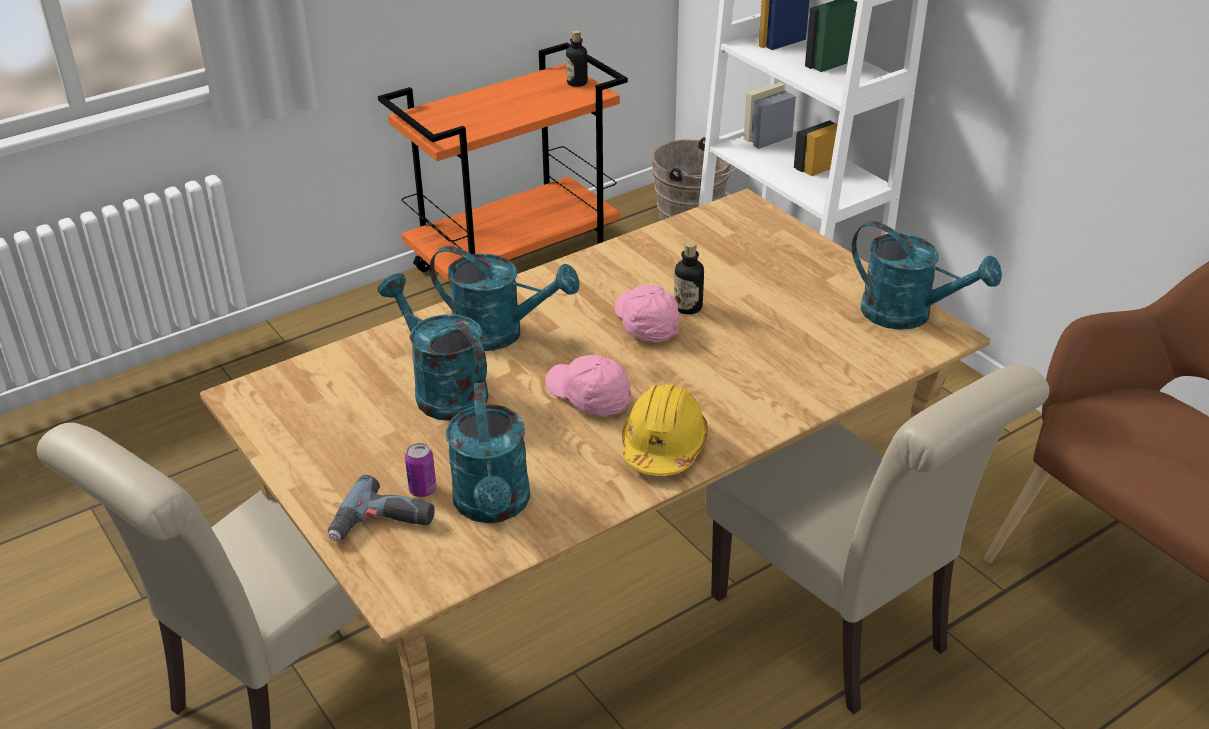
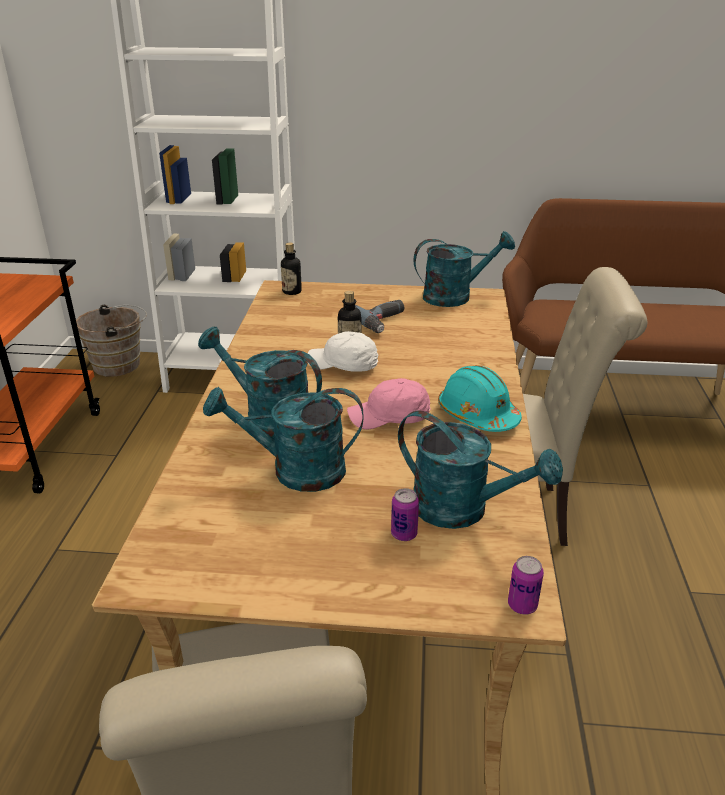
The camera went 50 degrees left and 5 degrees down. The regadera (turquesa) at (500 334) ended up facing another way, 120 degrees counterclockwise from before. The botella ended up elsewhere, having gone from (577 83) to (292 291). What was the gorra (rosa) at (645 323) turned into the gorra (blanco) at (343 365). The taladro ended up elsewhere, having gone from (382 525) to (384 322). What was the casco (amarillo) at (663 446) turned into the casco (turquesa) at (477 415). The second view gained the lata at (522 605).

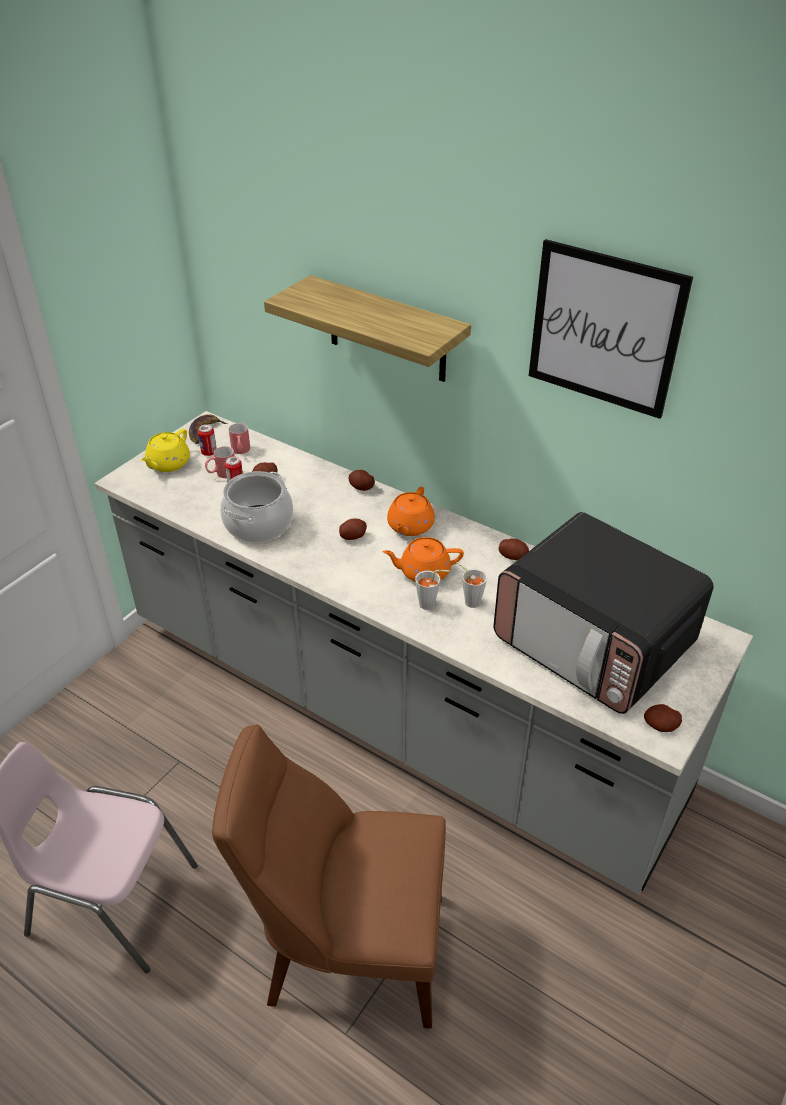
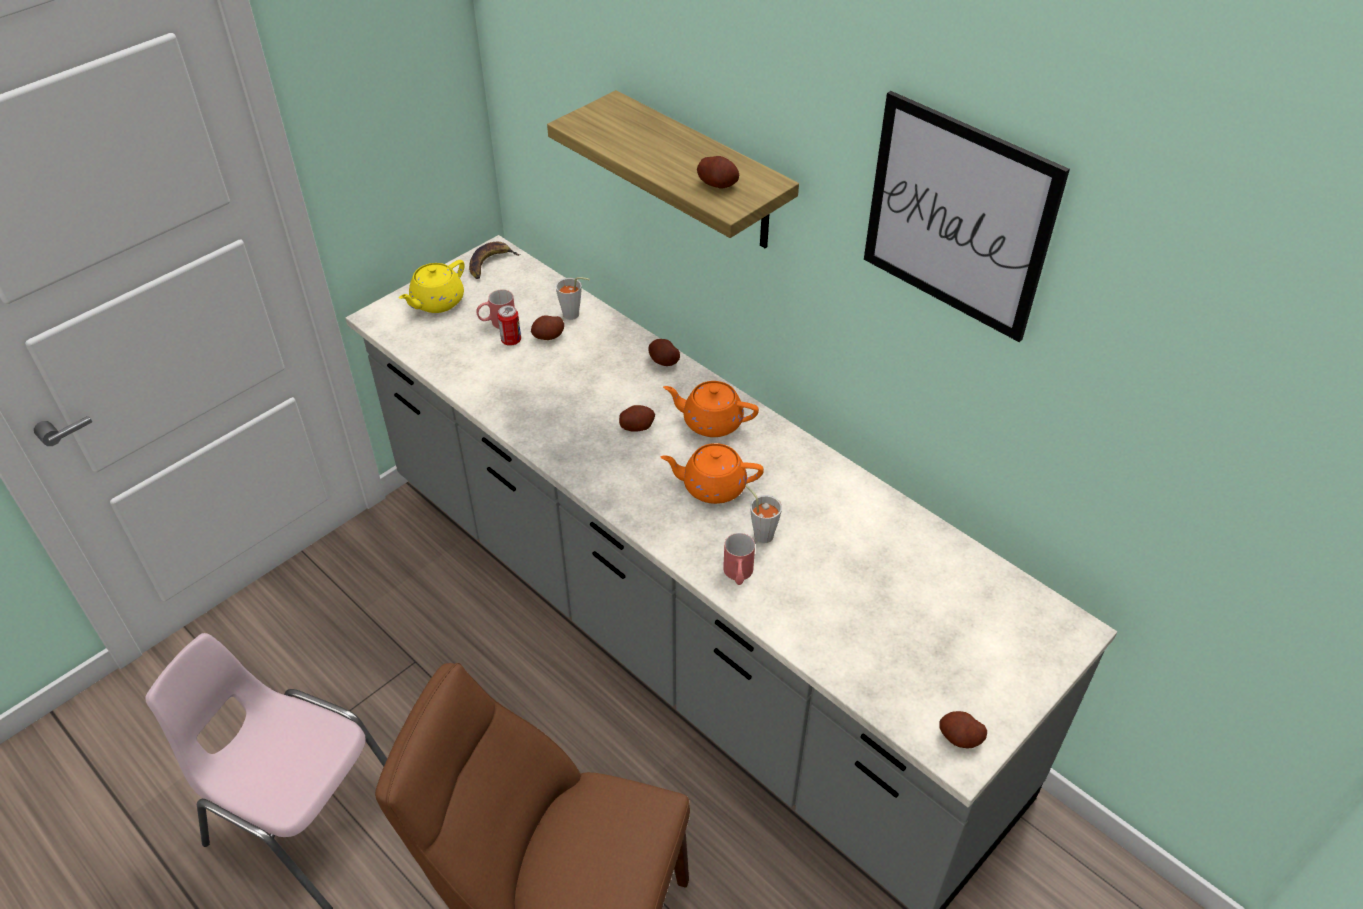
The camera went 10 degrees right and 5 degrees up. The taza (gris) ended up elsewhere, having gone from (430 604) to (574 315). The tetera (naranja) at (410 526) ended up facing another way, 75 degrees clockwise from before. The patata ended up elsewhere, having gone from (512 556) to (718 184). The taza grande (rojo) ended up elsewhere, having gone from (241 451) to (738 575). The second view lost the lata at (209 452). The second view lost the olla at (259 524). The second view lost the microondas at (594 644).

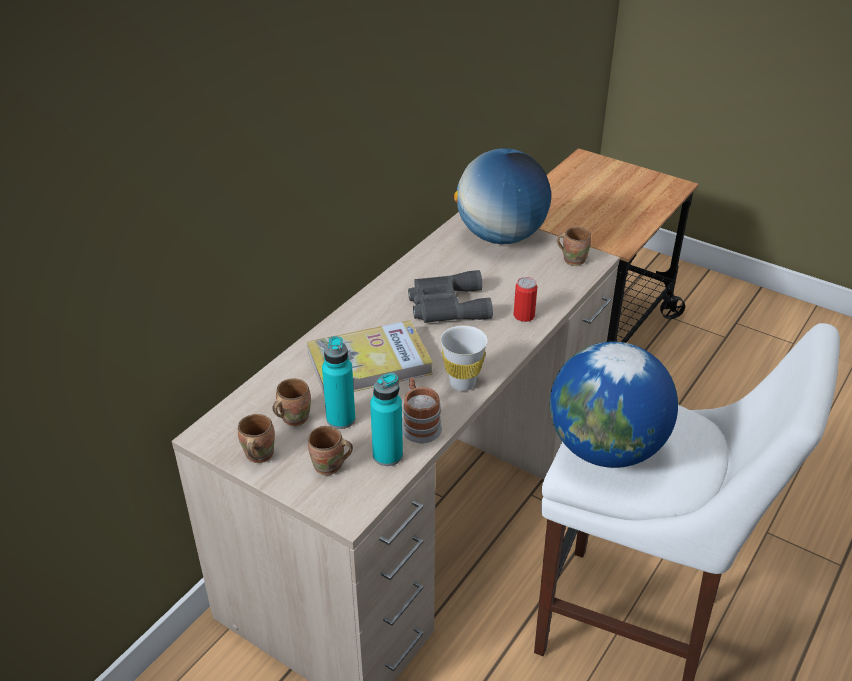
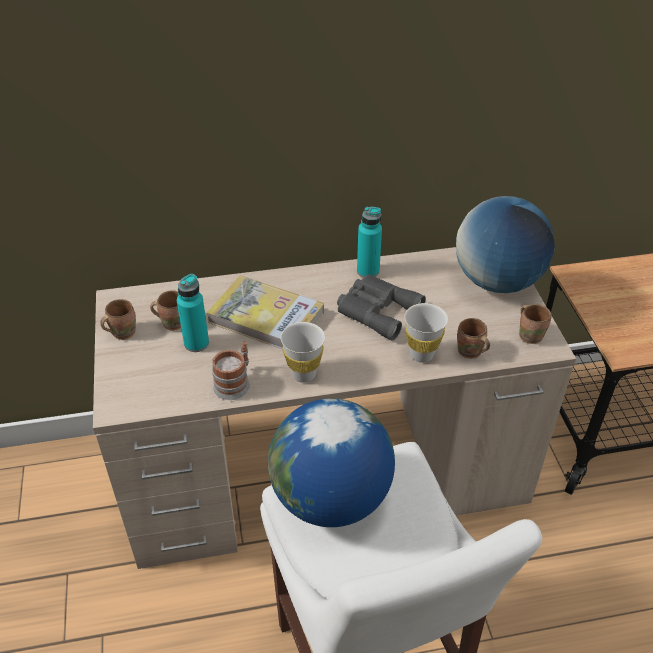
The camera went 45 degrees right and 5 degrees up. The botella (turquesa) ended up elsewhere, having gone from (387 455) to (368 271). Where the lata stood at (524 316), the taza (blanco) came to stand at (421 355). The taza grande (marrón) ended up elsewhere, having gone from (330 467) to (469 353).

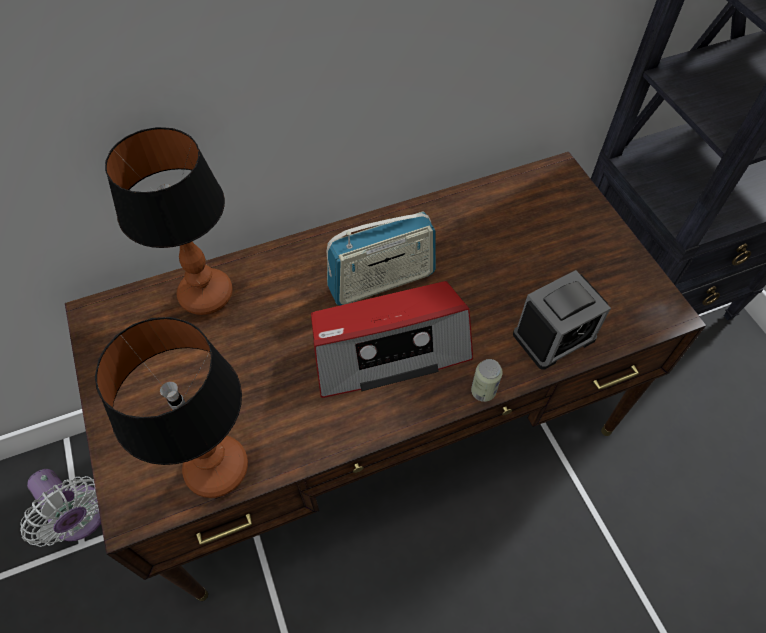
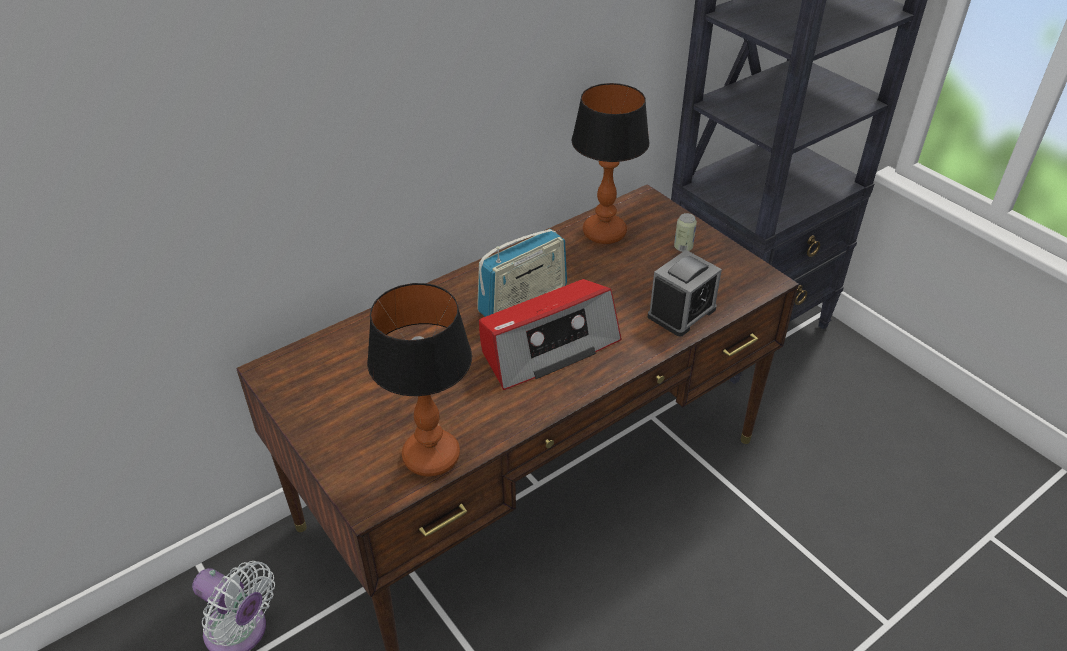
The camera went 15 degrees left and 15 degrees down. The lámpara de mesa ended up elsewhere, having gone from (205 295) to (603 233). The lata ended up elsewhere, having gone from (483 391) to (683 247).

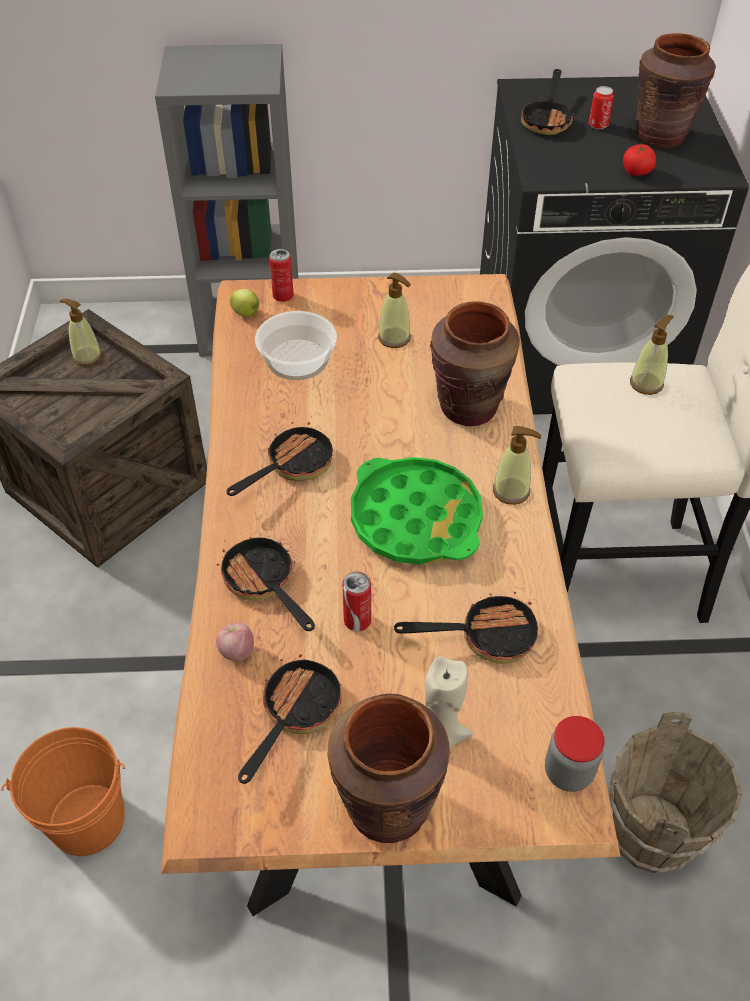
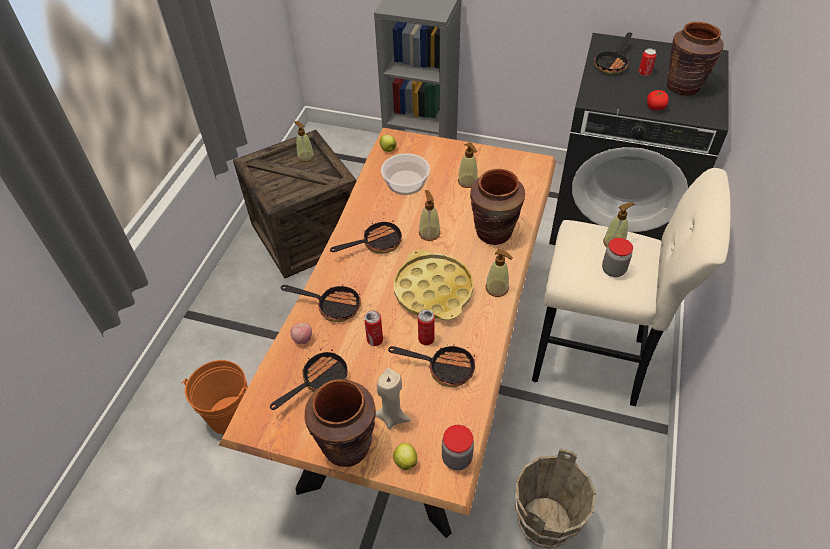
The camera went 20 degrees right and 0 degrees up. The sartén at (264 584) ended up facing another way, 120 degrees clockwise from before. The second view gained the manzana at (405 461). What was the bandeja (verde) at (415 518) turned into the bandeja (amarillo) at (433 290). The lata ended up elsewhere, having gone from (283 296) to (426 339). The second view gained the dispensador de jabón at (429 233). The second view gained the tarro at (613 270).

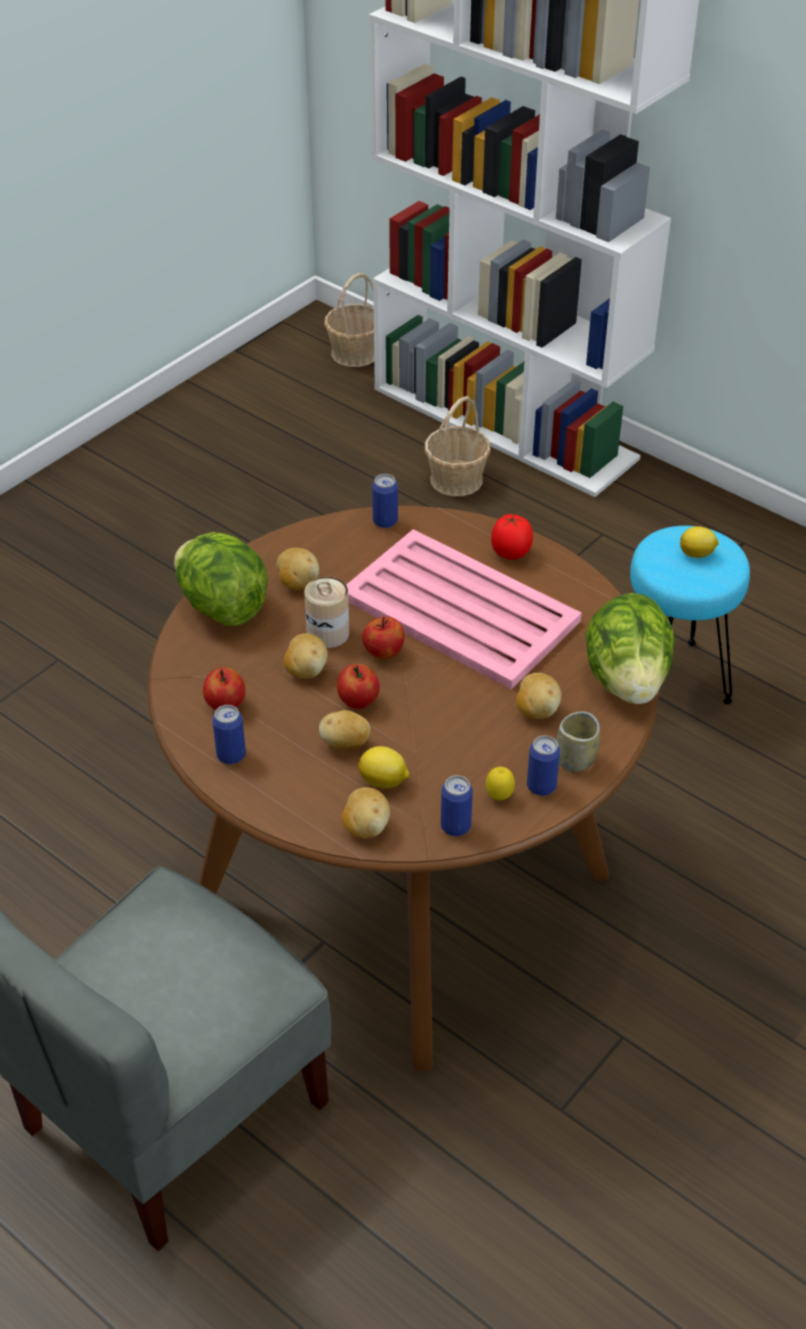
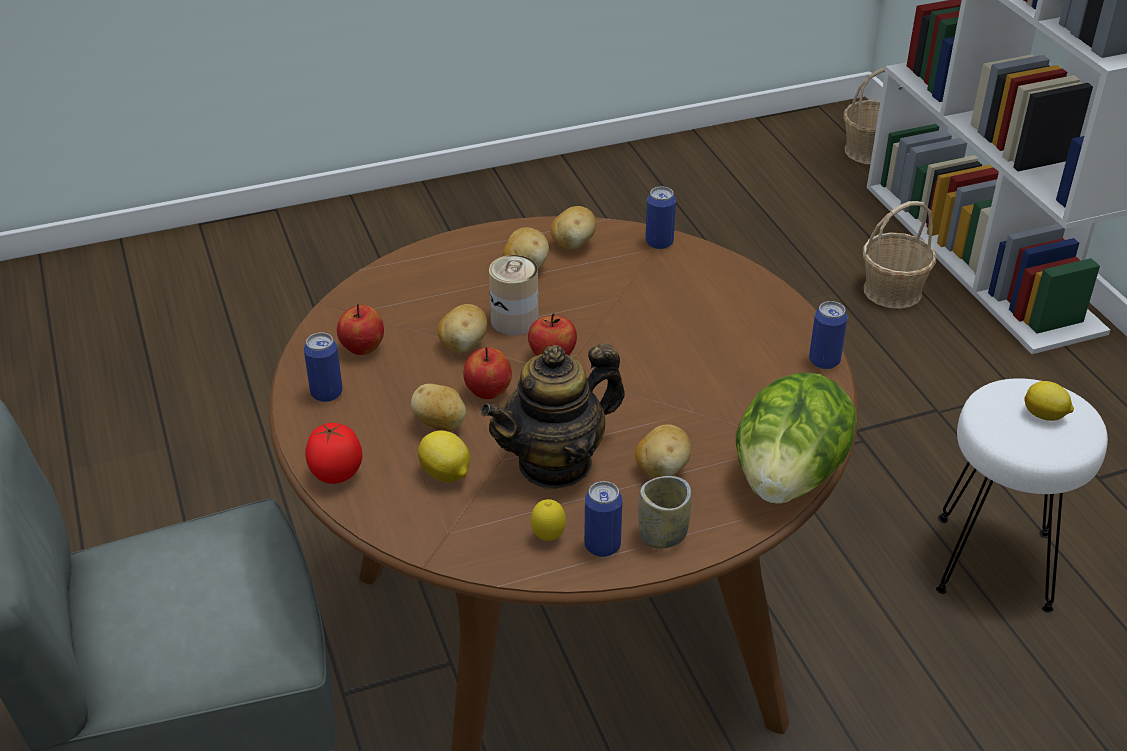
The camera went 30 degrees right and 5 degrees down. The tomate ended up elsewhere, having gone from (511 554) to (336 475). The second view gained the tetera at (555 463). The patata ended up elsewhere, having gone from (365 827) to (573 244). The lata ended up elsewhere, having gone from (455 826) to (824 361). What was the taburete (turquesa) at (672 681) turned into the taburete (blanco) at (996 563). The second view lost the lechuga at (221 606). The second view lost the bandeja (rosa) at (458 608).

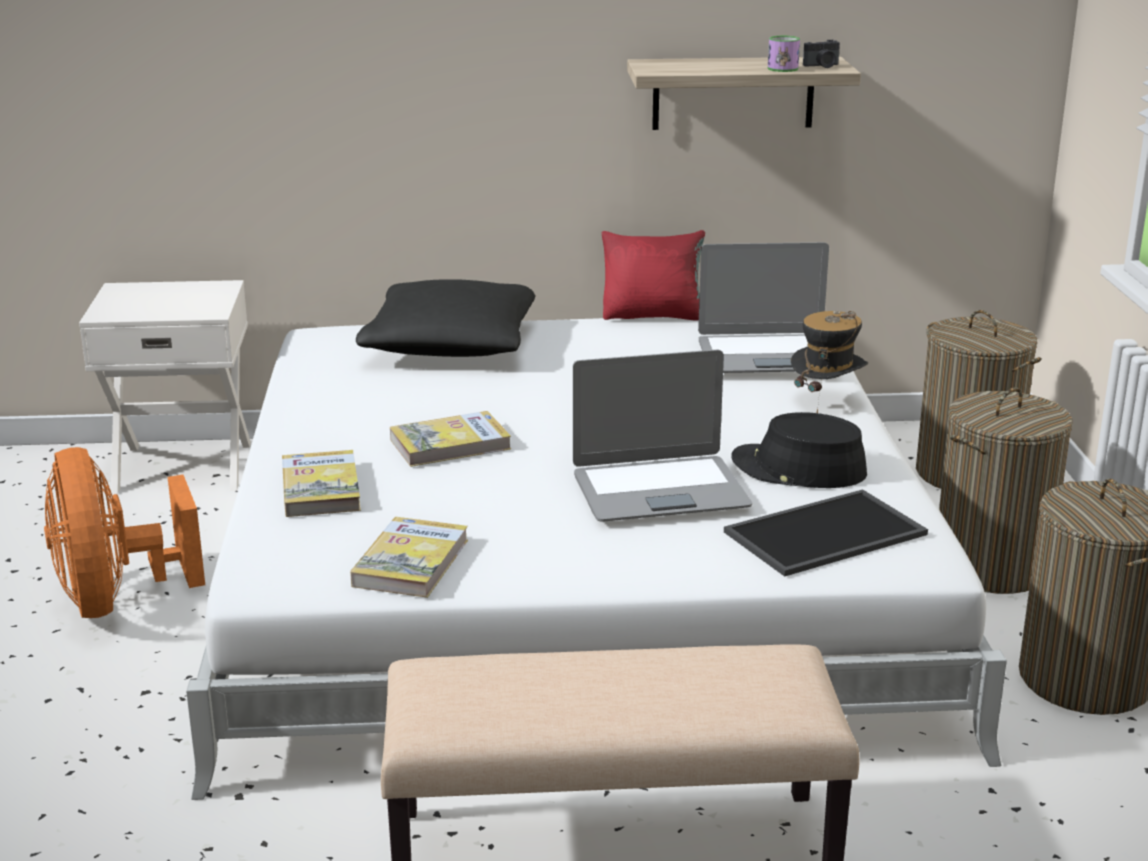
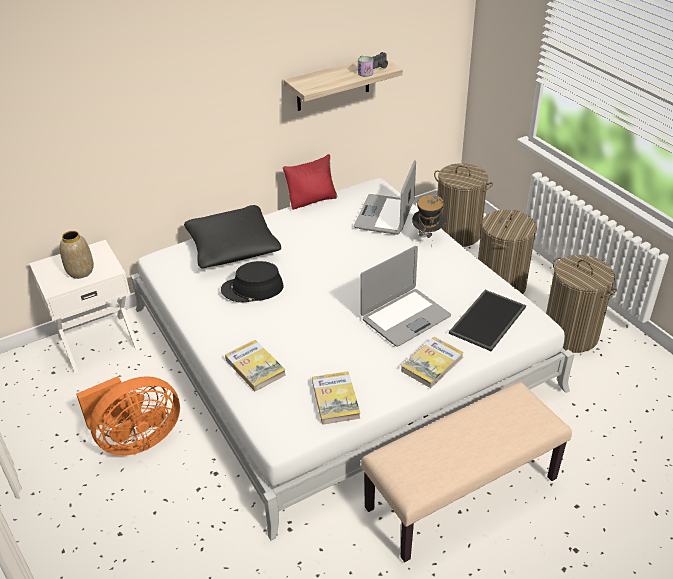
The camera went 25 degrees left and 15 degrees up. The second view gained the florero at (81 272). The ventilador (naranja) at (116 600) ended up facing another way, 75 degrees counterclockwise from before. The sombrero (negro) ended up elsewhere, having gone from (798 468) to (252 289). The portátil at (767 356) ended up facing another way, 135 degrees clockwise from before. The libro ended up elsewhere, having gone from (450 444) to (432 364).

